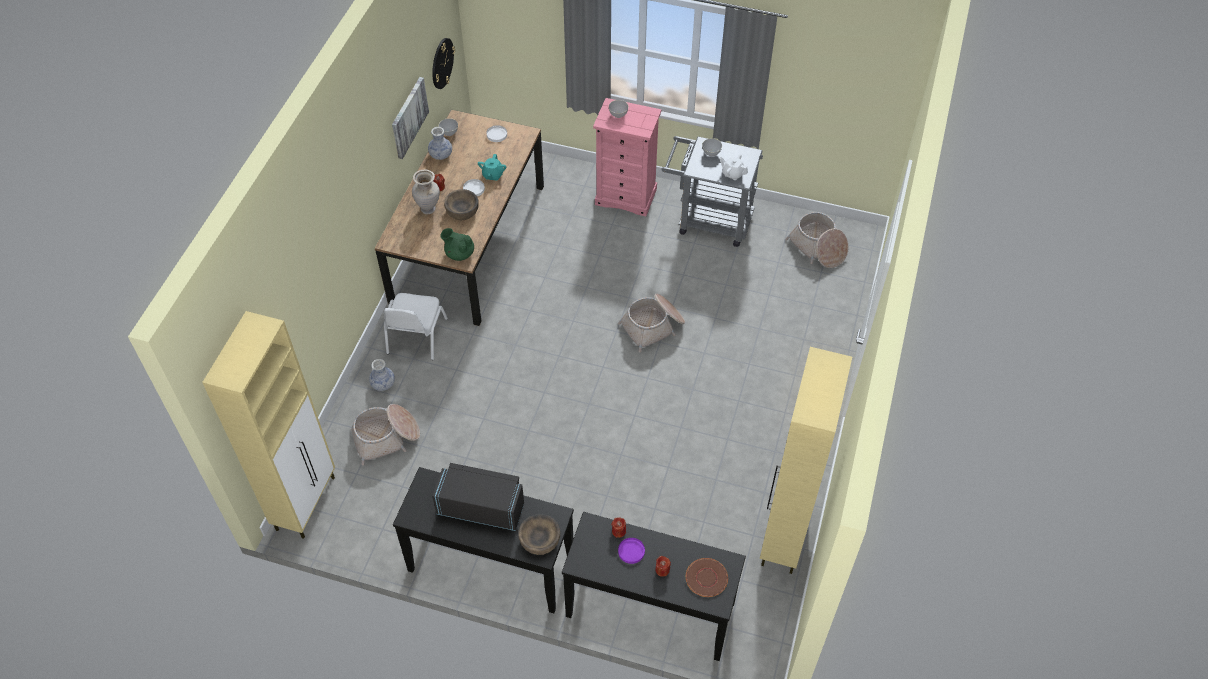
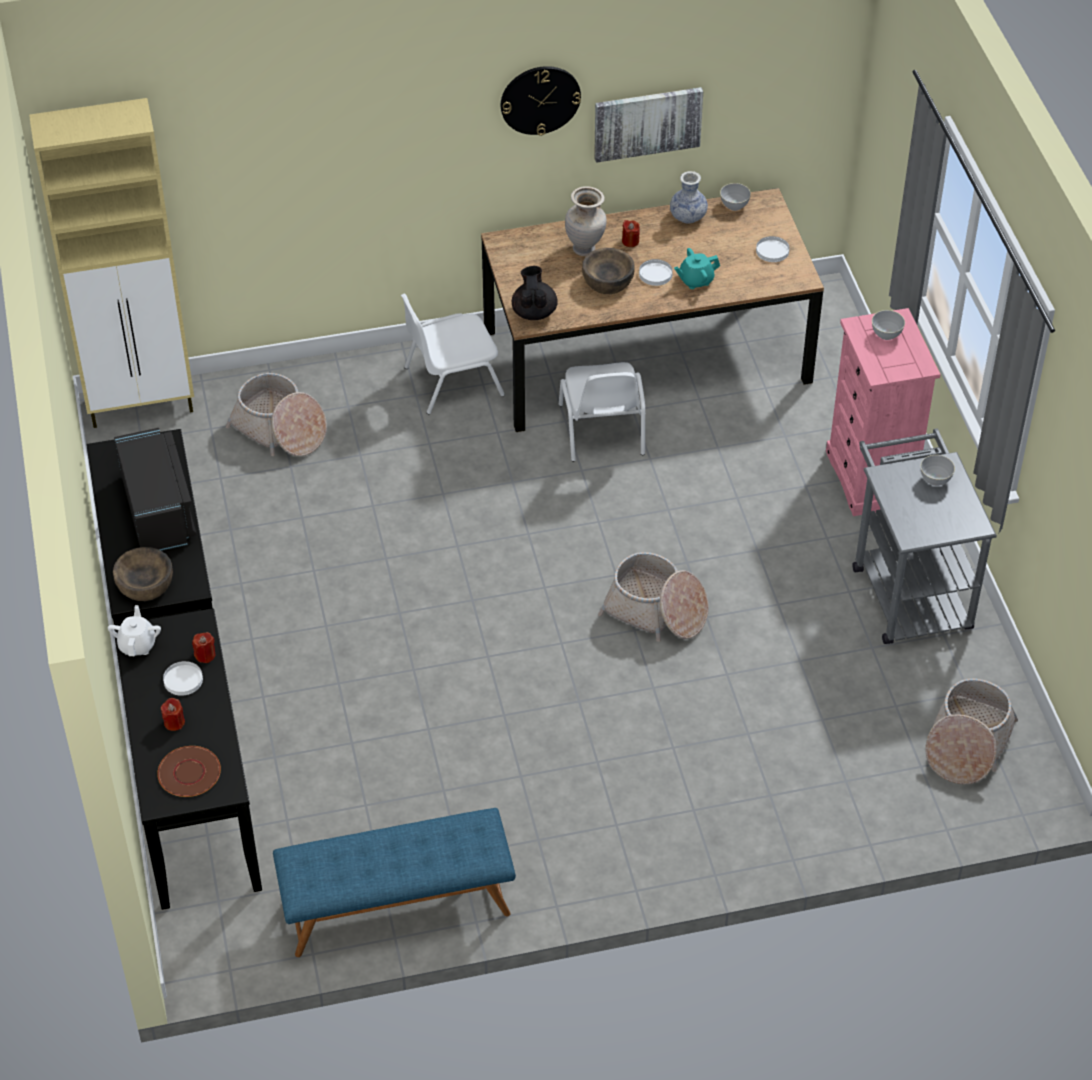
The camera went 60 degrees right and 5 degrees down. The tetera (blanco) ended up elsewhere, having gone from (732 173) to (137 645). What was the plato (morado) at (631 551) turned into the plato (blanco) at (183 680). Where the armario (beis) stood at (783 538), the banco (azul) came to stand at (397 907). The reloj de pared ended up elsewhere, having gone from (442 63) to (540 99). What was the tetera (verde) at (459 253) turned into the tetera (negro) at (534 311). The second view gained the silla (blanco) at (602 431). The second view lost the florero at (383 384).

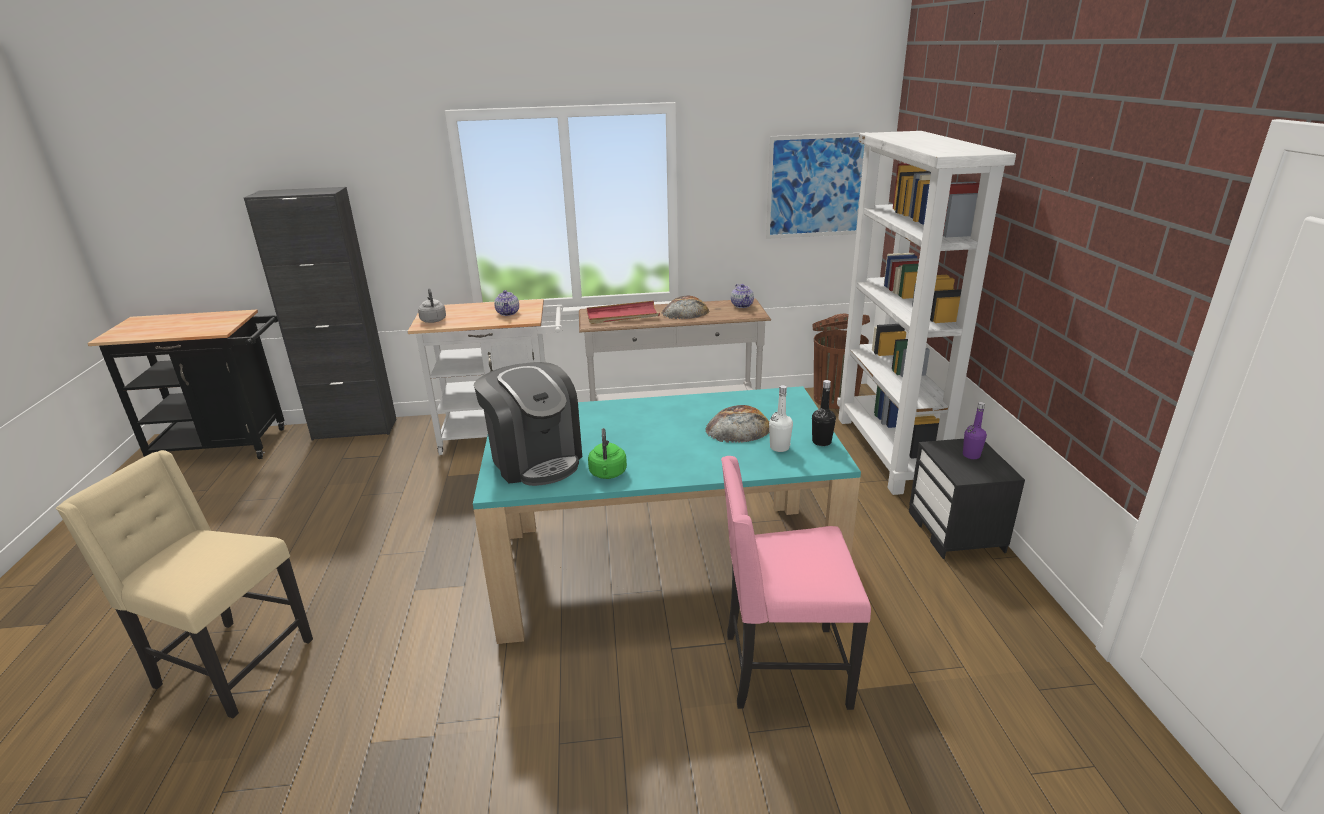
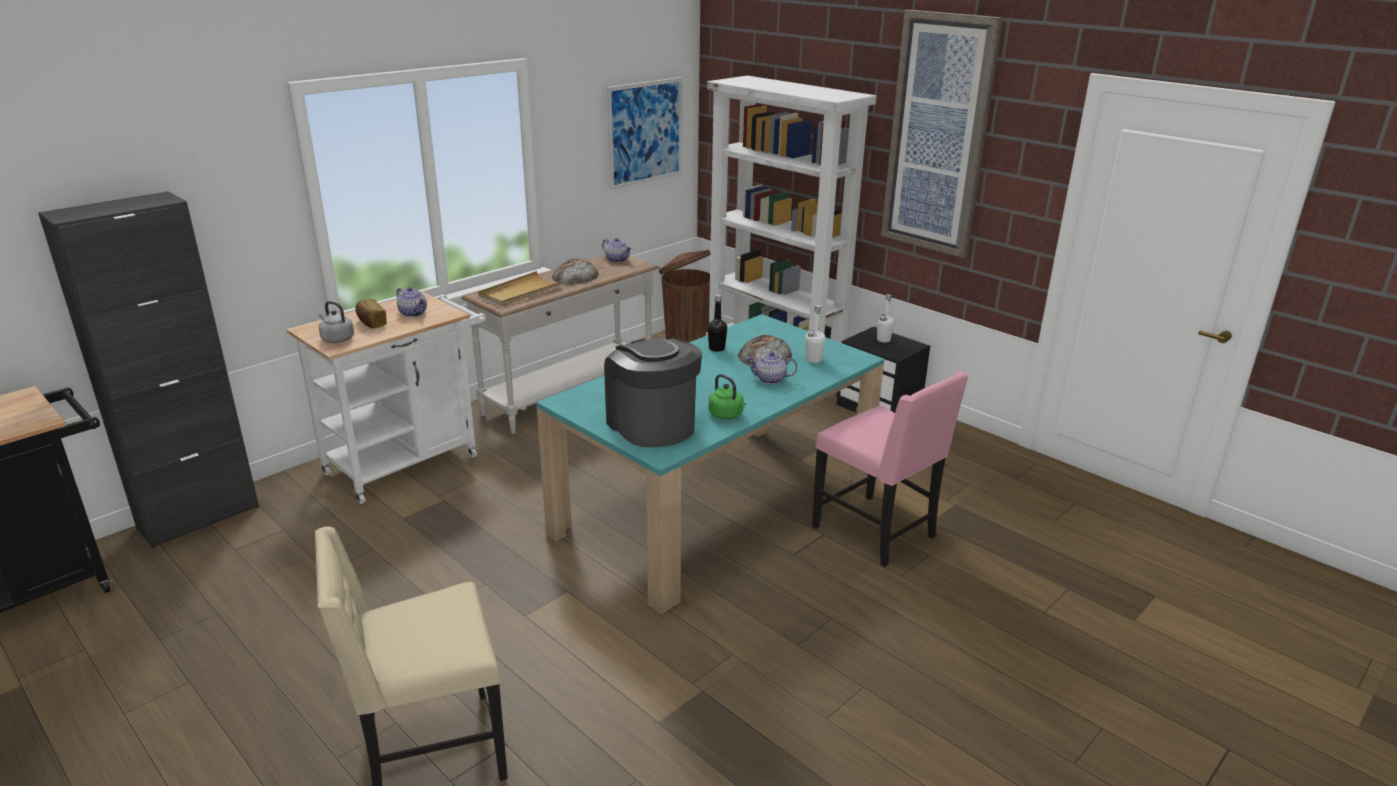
The camera went 40 degrees left and 0 degrees up. The second view gained the pan at (371 323). What was the bandeja (rojo) at (622 315) turned into the bandeja (beis) at (520 292). The cafetera at (535 459) ended up facing another way, 135 degrees counterclockwise from before. The botella (negro) ended up elsewhere, having gone from (821 442) to (716 348). The second view gained the tetera at (770 379). The silla (rosa) at (782 669) ended up facing another way, 90 degrees counterclockwise from before. What was the botella (morado) at (971 455) turned into the botella (blanco) at (883 340). The second view gained the cuadro at (938 135).

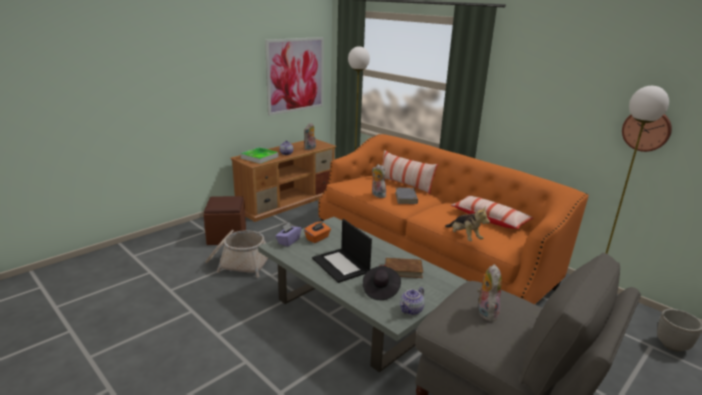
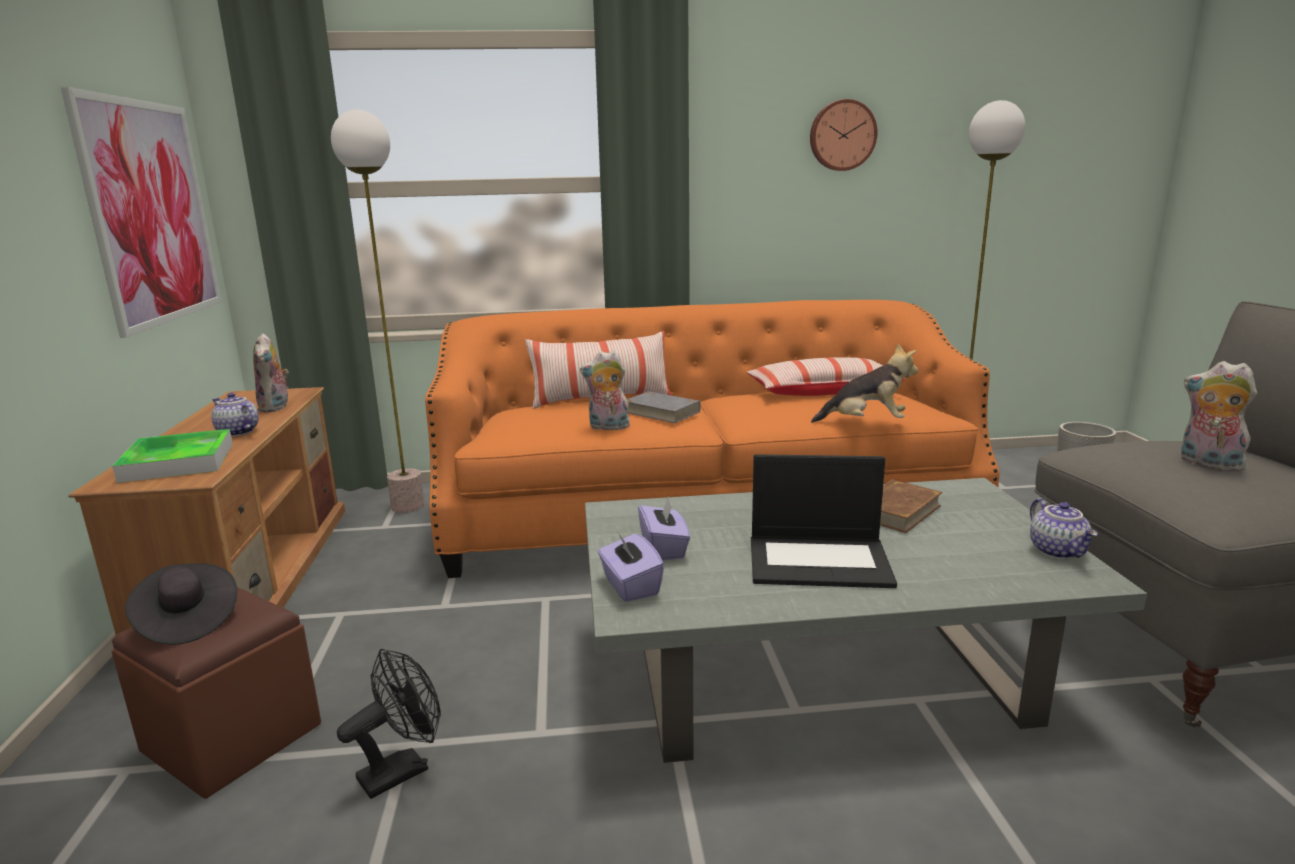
The camera went 50 degrees left and 5 degrees down. The sombrero (negro) ended up elsewhere, having gone from (380 290) to (187 621). Where the cesta stood at (238 263), the ventilador (negro) came to stand at (403 769). What was the caja de pañuelos (naranja) at (317 238) turned into the caja de pañuelos (morado) at (664 548). The reloj de pared ended up elsewhere, having gone from (646 129) to (842 135).

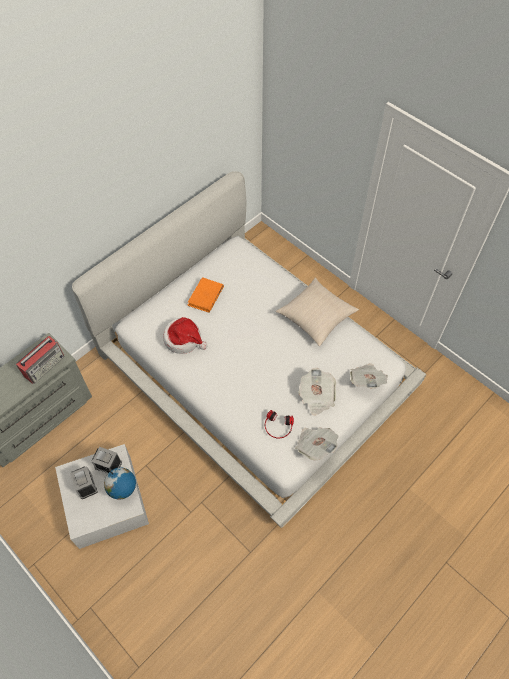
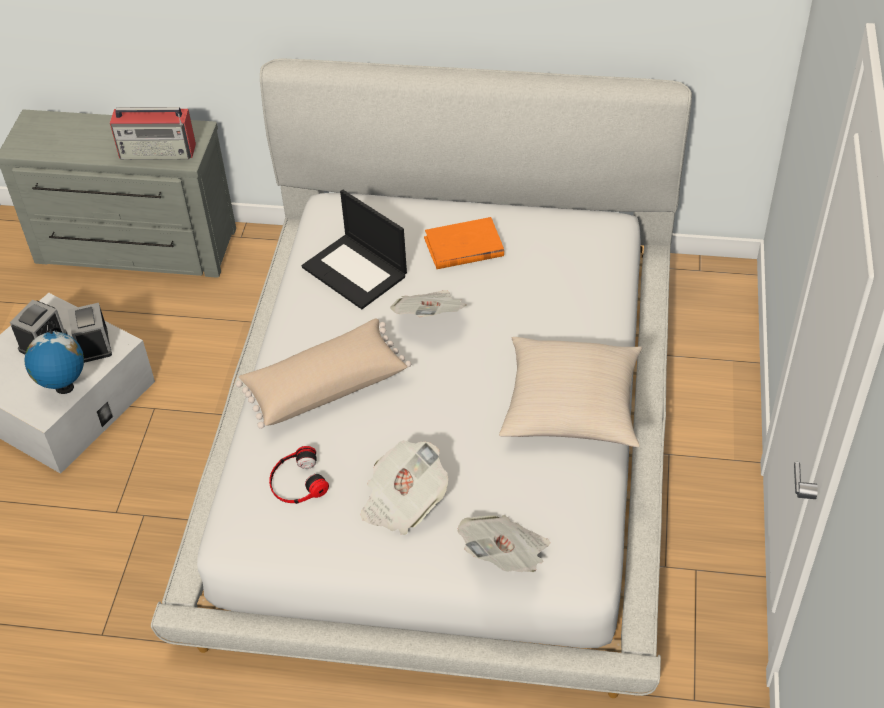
The camera went 55 degrees right and 10 degrees down. The second view gained the cojín (beis) at (324 385). Where the sombrero stood at (184 339), the portátil came to stand at (356 271). The periódico ended up elsewhere, having gone from (315 446) to (430 317).

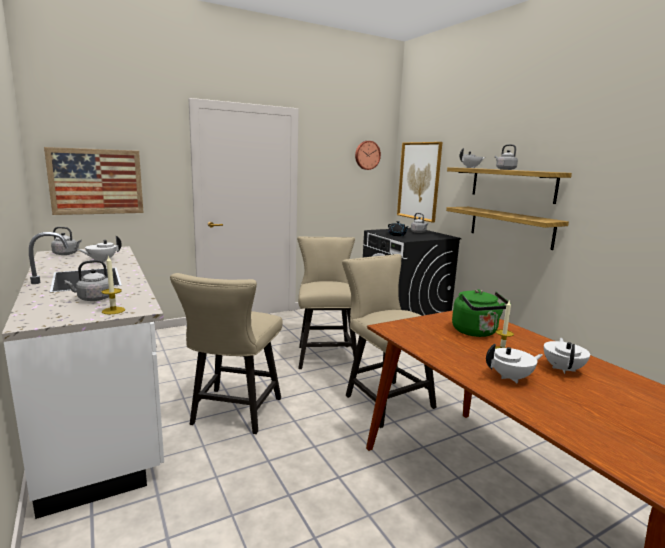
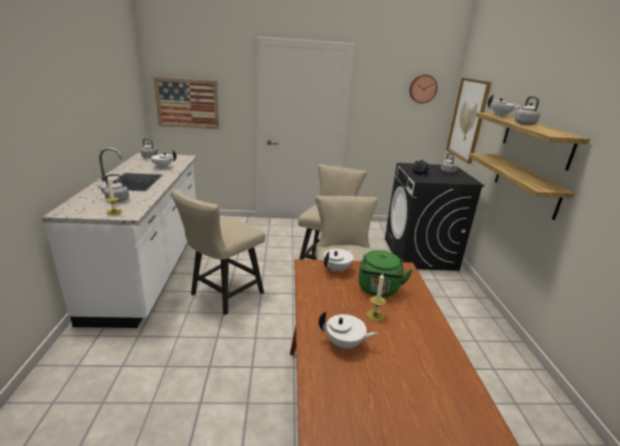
The camera went 25 degrees right and 10 degrees up. The tetera (blanco) ended up elsewhere, having gone from (563 369) to (337 269).

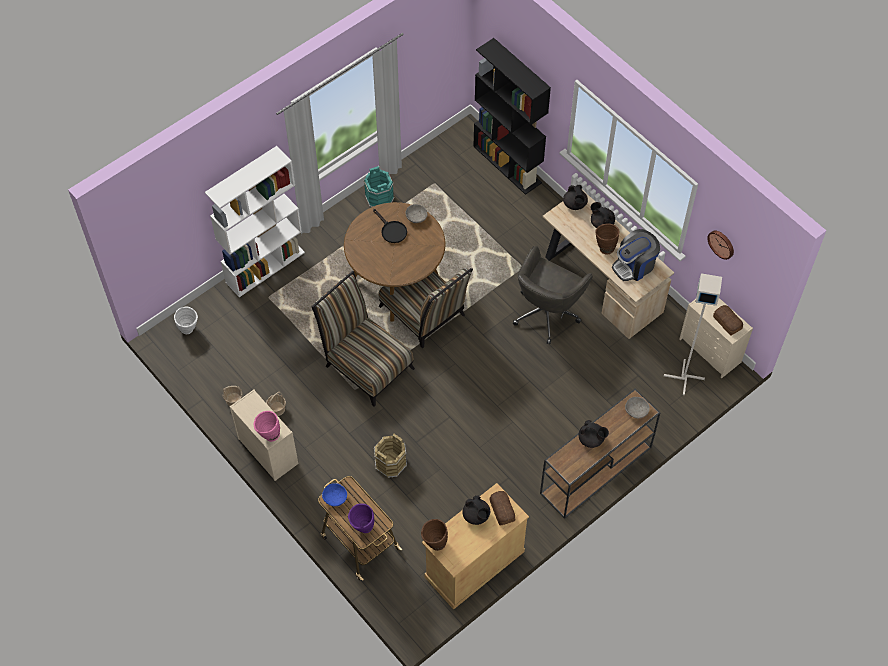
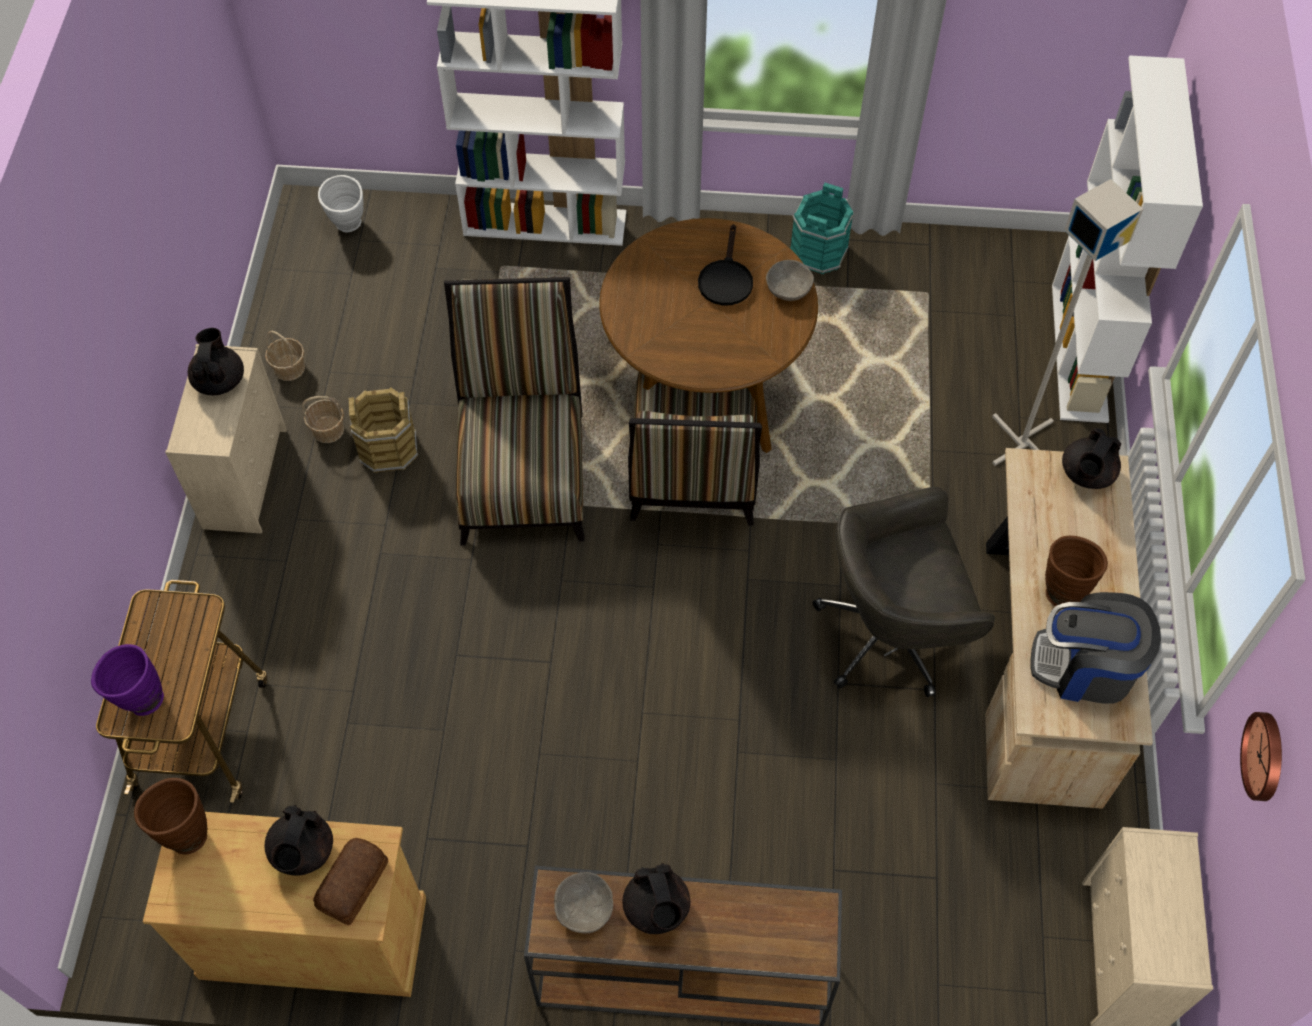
The camera went 45 degrees right and 0 degrees up. The tetera (negro) ended up elsewhere, having gone from (601 223) to (220 380). The cubo (marrón) ended up elsewhere, having gone from (390 463) to (388 448). The cuenco (gris) ended up elsewhere, having gone from (636 410) to (584 907). The lámpara de pie (gris) ended up elsewhere, having gone from (683 376) to (1023 441). What was the estantería (negro) at (508 164) turned into the estantería (blanco) at (1080 353). The second view lost the florero (rosa) at (268 435). The second view lost the cuenco (azul) at (335 497). The second view lost the pan at (727 323).

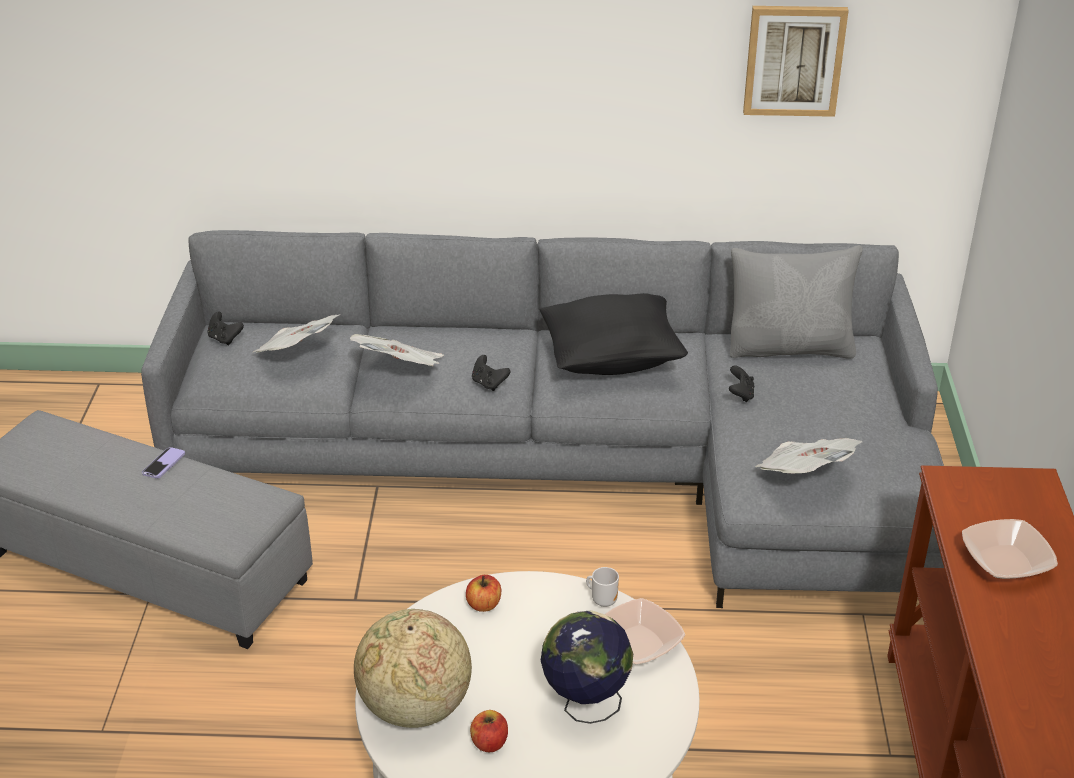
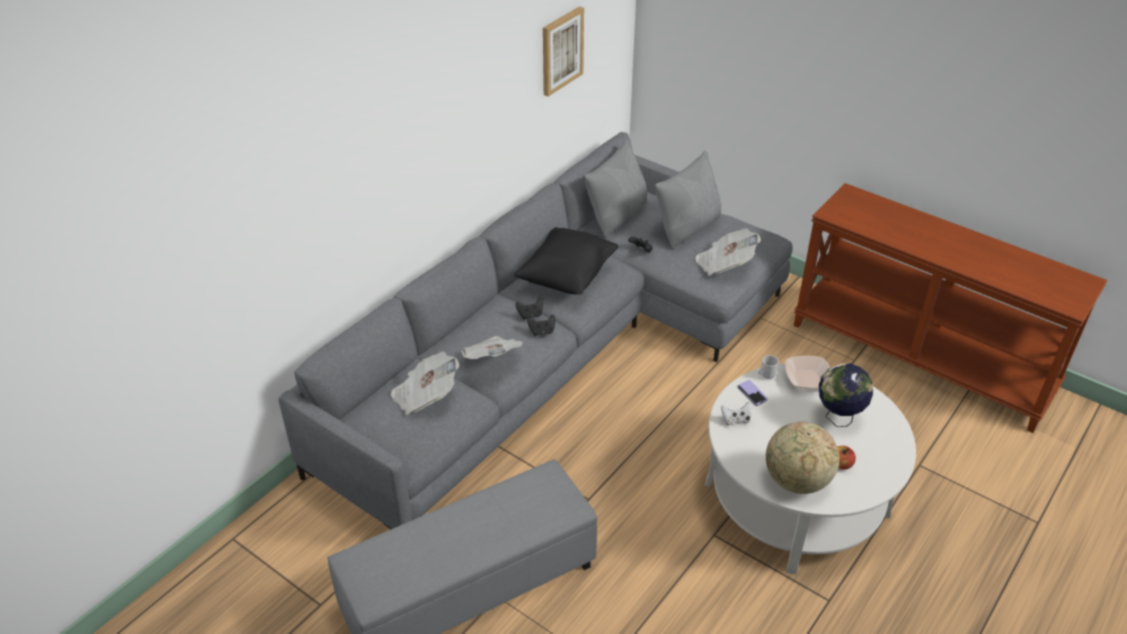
The camera went 55 degrees left and 5 degrees up. The mando de consola (negro) ended up elsewhere, having gone from (225 339) to (530 315). The second view gained the cojín (gris) at (688 228). Where the manzana stood at (484 604), the mando de consola (blanco) came to stand at (736 420). The móvil ended up elsewhere, having gone from (164 464) to (752 393). The second view lost the cuenco at (1005 562).

